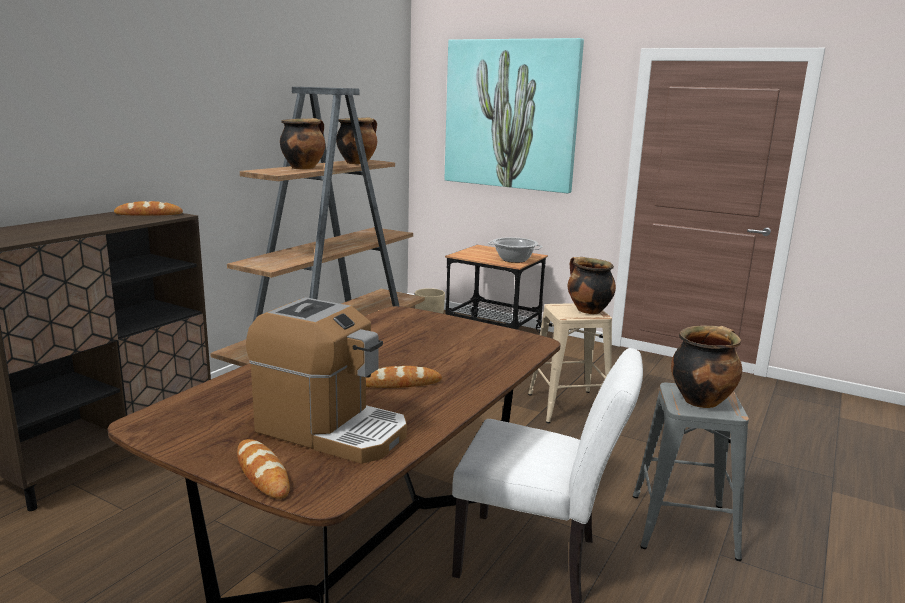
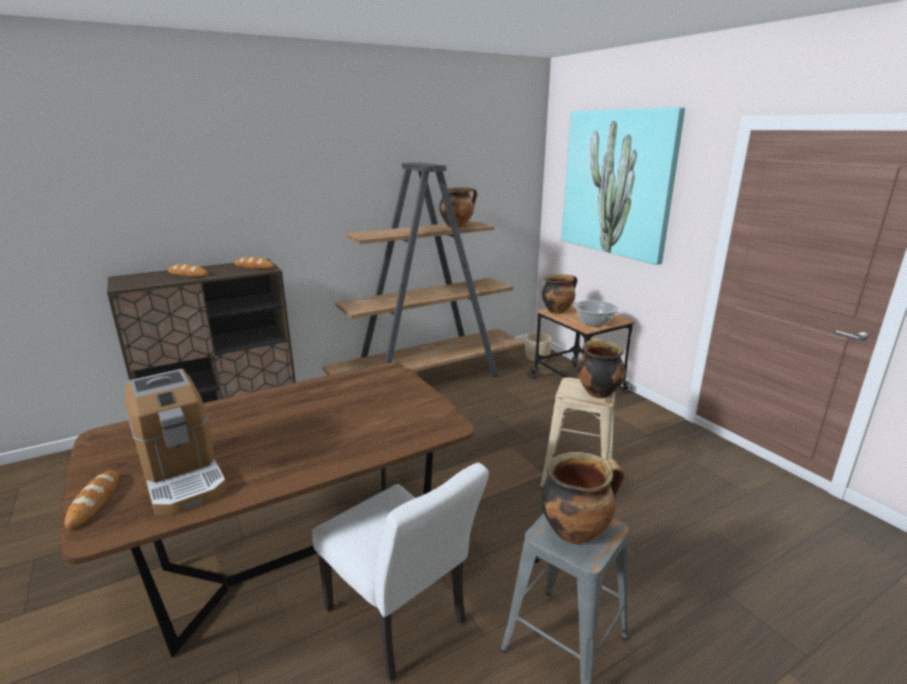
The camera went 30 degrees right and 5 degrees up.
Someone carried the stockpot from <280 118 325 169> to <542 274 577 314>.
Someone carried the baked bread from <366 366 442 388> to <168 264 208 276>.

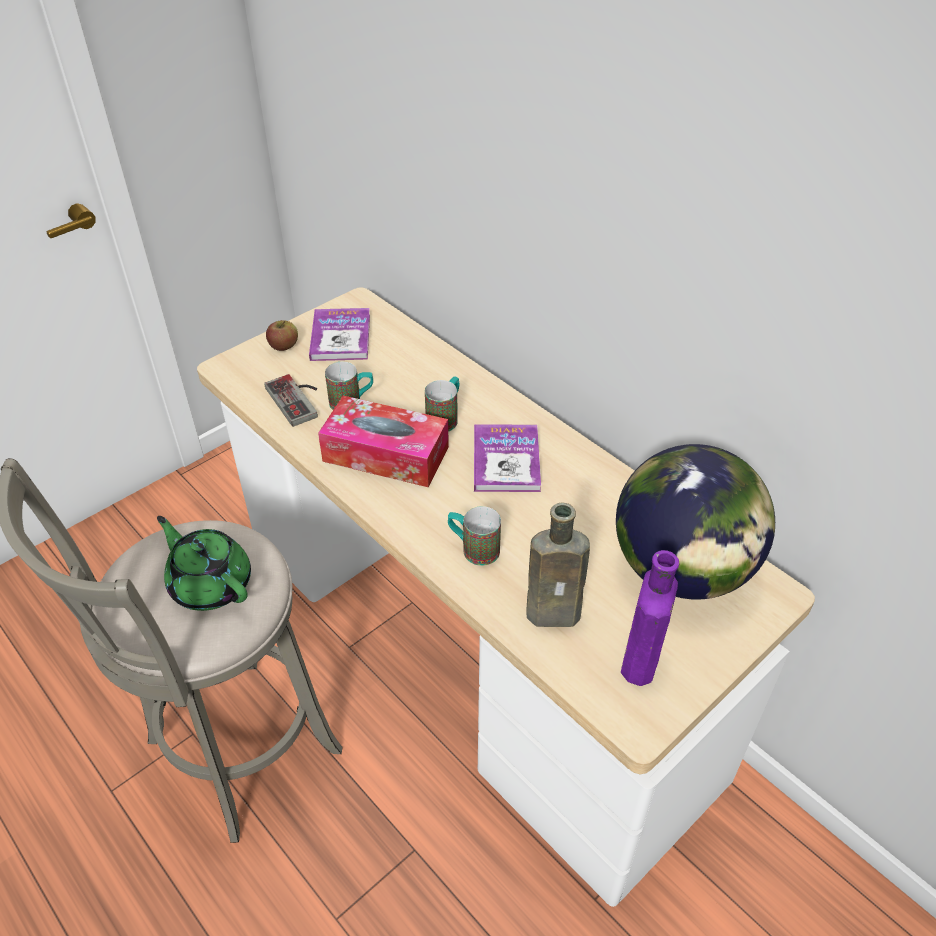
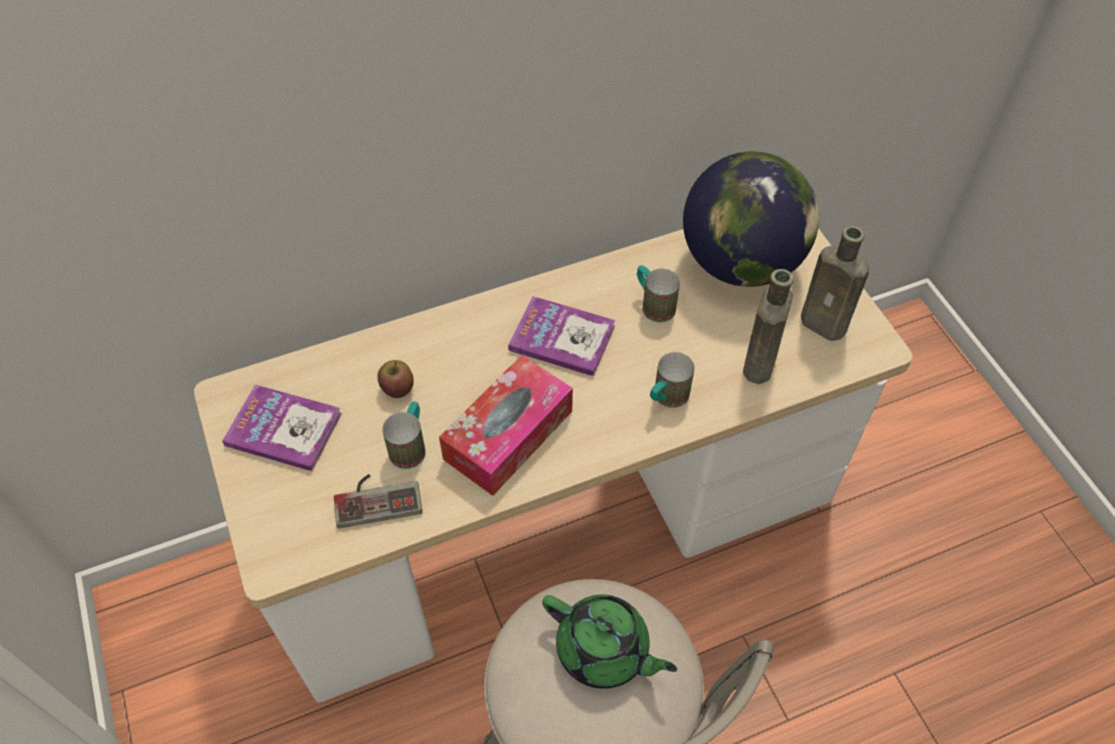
The camera went 70 degrees left and 10 degrees up.
Someone carried the whole apple from <266 320 298 351> to <377 360 414 398>.
Someone carried the coffee mug from <425 376 459 431> to <637 265 680 322>.
Someone rotated the pot for tea (green-coloured) at <157 516 251 611> by 120 degrees counterclockwise.
Someone repainted the drink bottle (purplish) at <621 550 679 690>, which became the drink bottle (brown-coloured) at <801 226 869 341>.

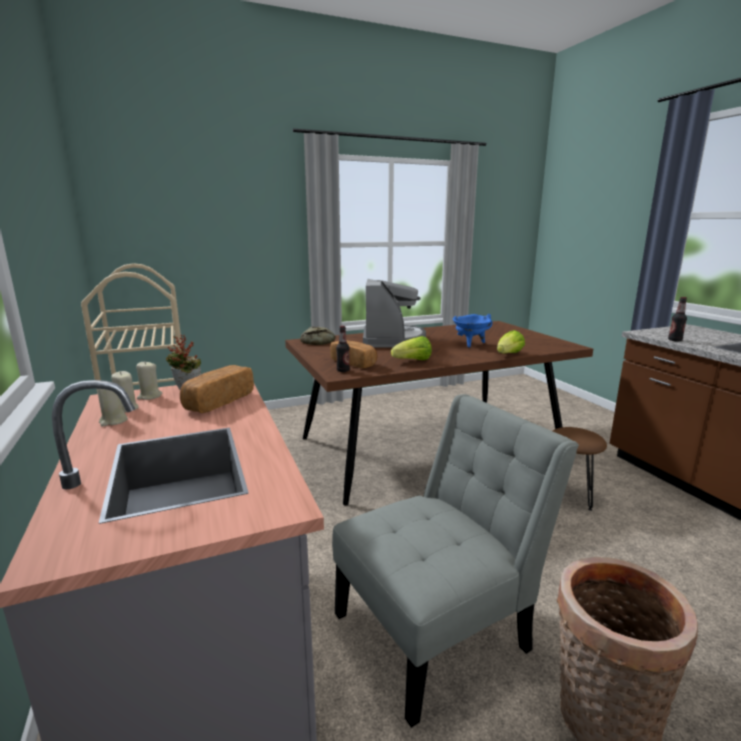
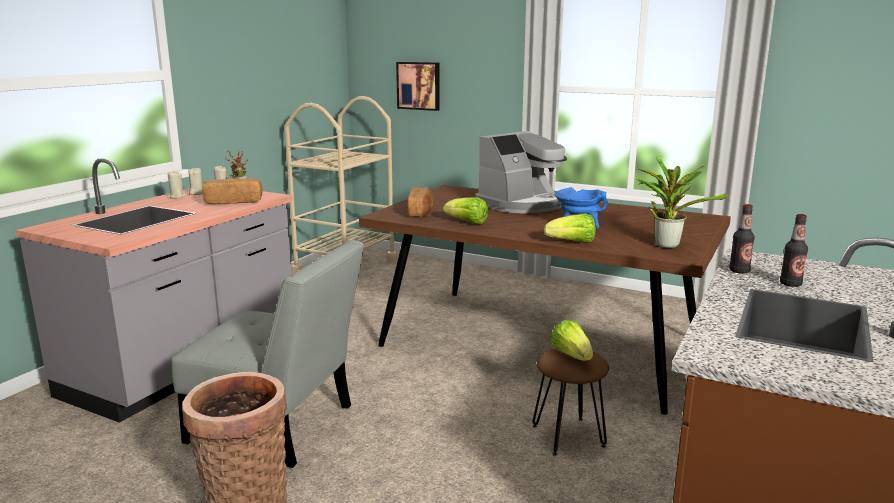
The camera went 50 degrees right and 0 degrees up.
Someone carried the drink bottle from <336 326 350 372> to <780 214 808 287>.
Someone took away the baked bread at <300 327 335 345>.
Someone put up the wall art at <396 62 440 111>.
Someone put down the plant in a pot at <636 156 728 248>.
Someone put down the head of lettuce at <551 320 593 361>.

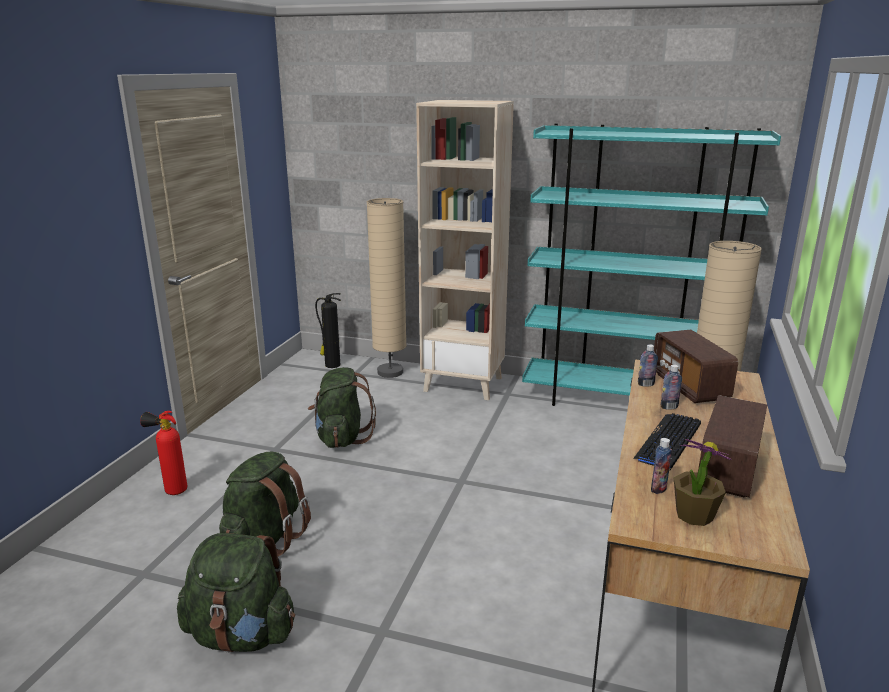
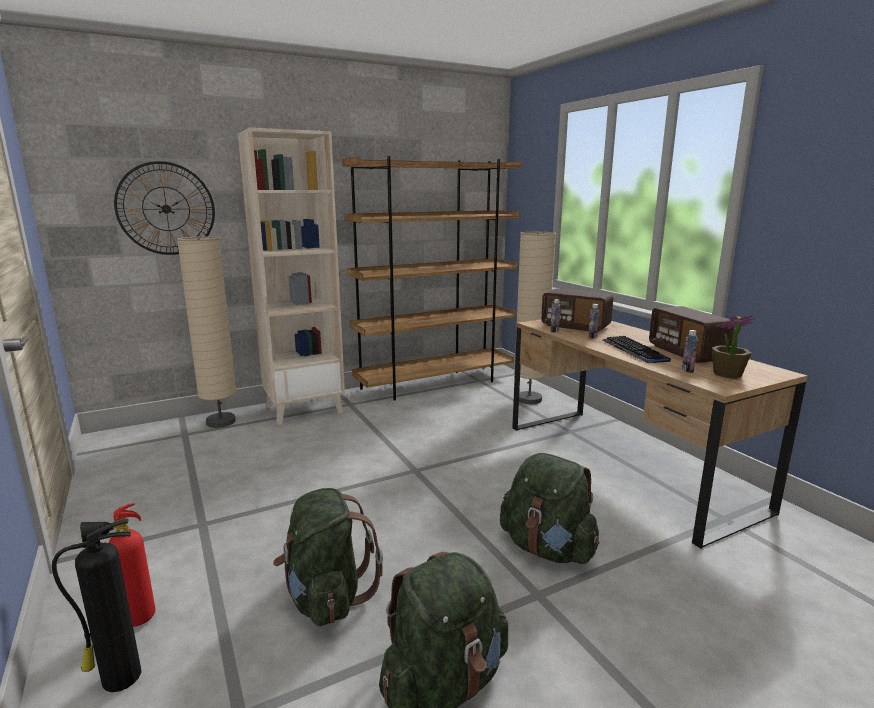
The camera went 45 degrees left and 5 degrees down.
Someone repainted the shelving unit (blue-green) at <522 123 781 406>, which became the shelving unit (brown-coloured) at <342 156 522 401>.
Someone carried the extinguisher from <315 293 341 368> to <52 519 141 692>.
Someone carried the backpack (green-coloured) from <308 367 376 448> to <500 453 600 564>.
Someone put up the hanging clock at <114 161 215 255>.

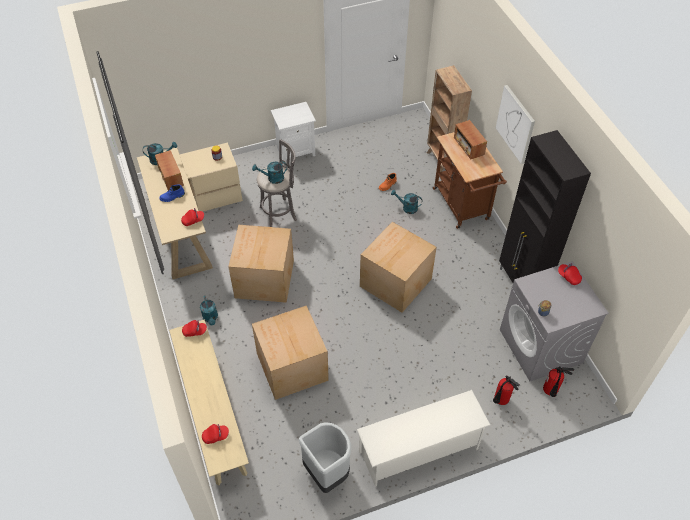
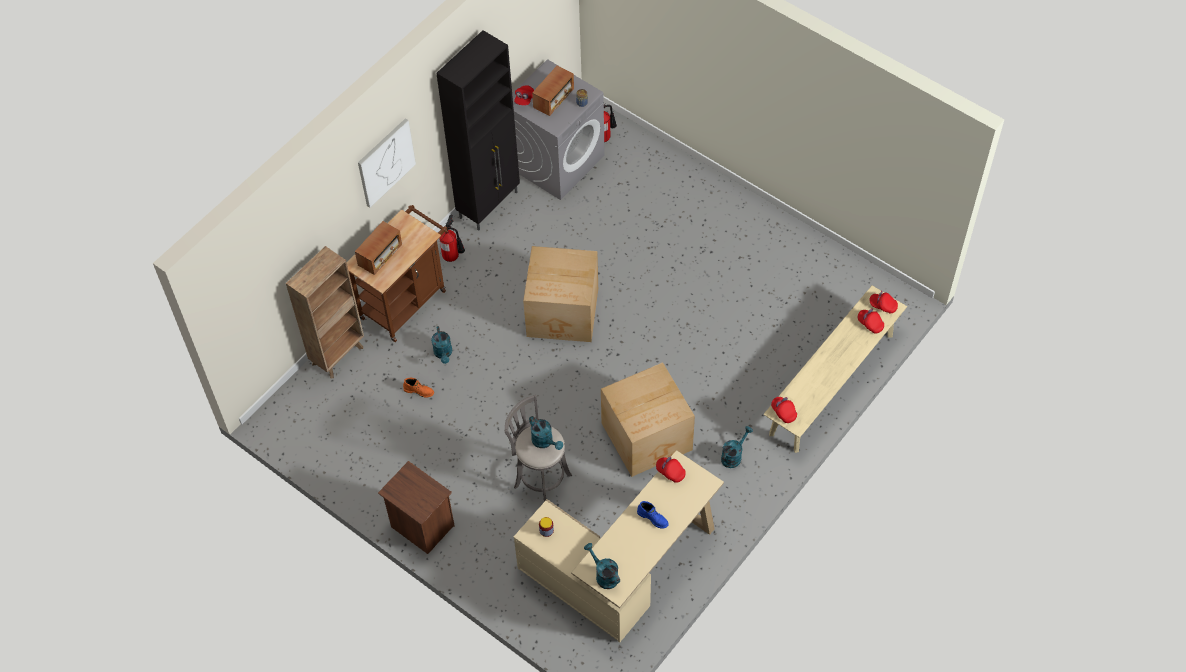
The camera went 120 degrees left and 5 degrees up.
Someone repainted the bedside table (white) at <271 102 316 162>, which became the bedside table (brown-coloured) at <378 461 455 554>.
Someone carried the radio receiver from <155 150 184 191> to <532 65 574 116>.
Someone took away the cardboard box at <252 305 329 400>.
Someone carried the extinguisher from <493 375 520 405> to <439 214 465 262>.
Someone took away the shoe shelf (white) at <357 390 490 487>.
Someone took away the waste bin (grey) at <299 422 352 493>.
Someone put down the baseball cap (red) at <869 291 898 314>.

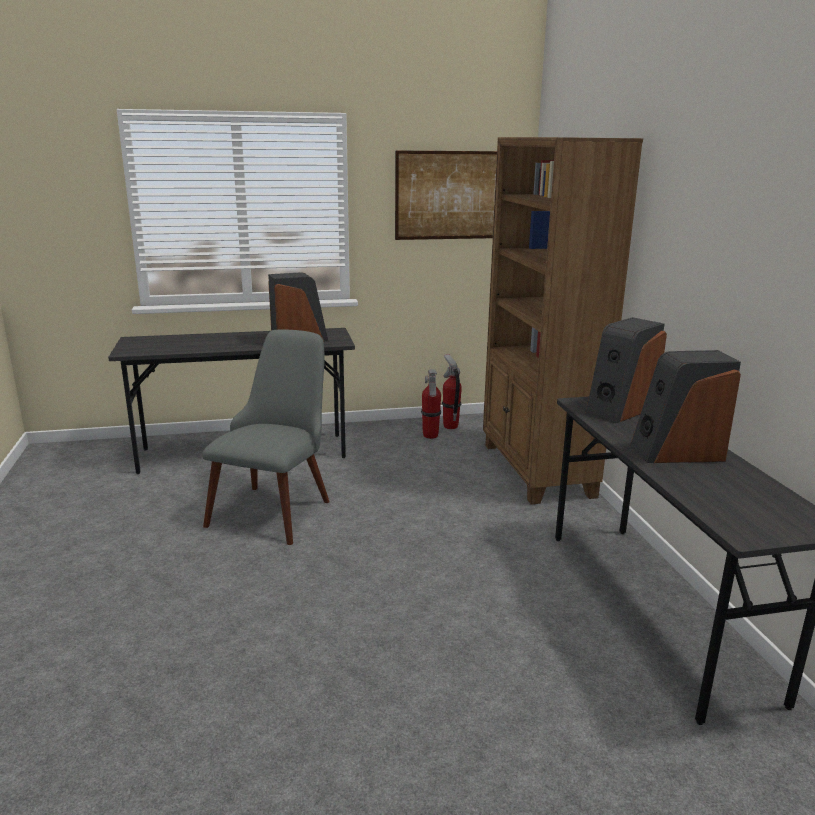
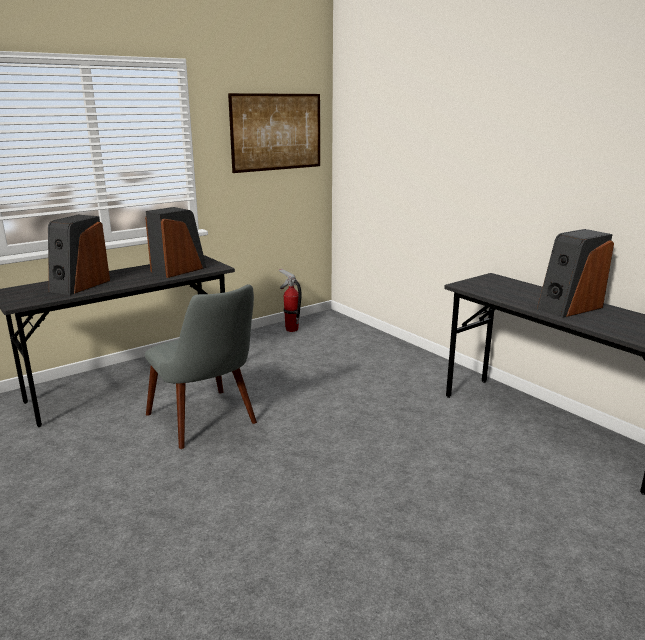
The camera went 25 degrees left and 0 degrees up.
Someone took away the shelving unit (brown-coloured) at <483 137 643 505>.
Someone carried the loudspeaker from <585 317 667 424> to <48 215 110 295>.
Someone rotated the upright chair (grey) at <202 330 330 545> by 150 degrees clockwise.
Someone took away the extinguisher at <421 369 441 439>.

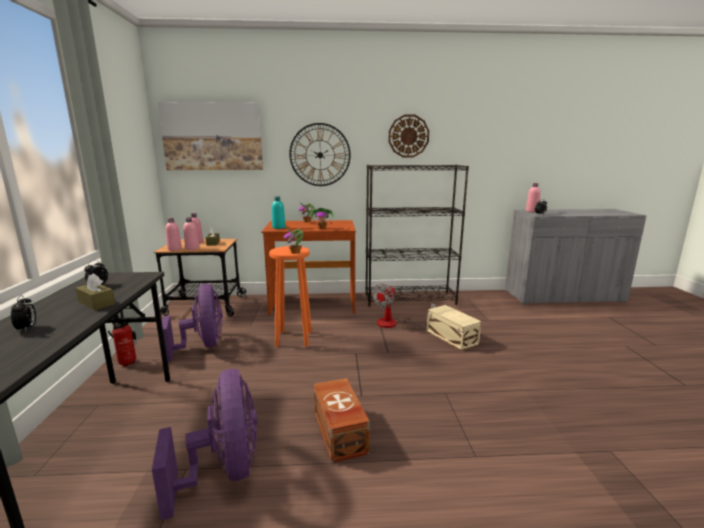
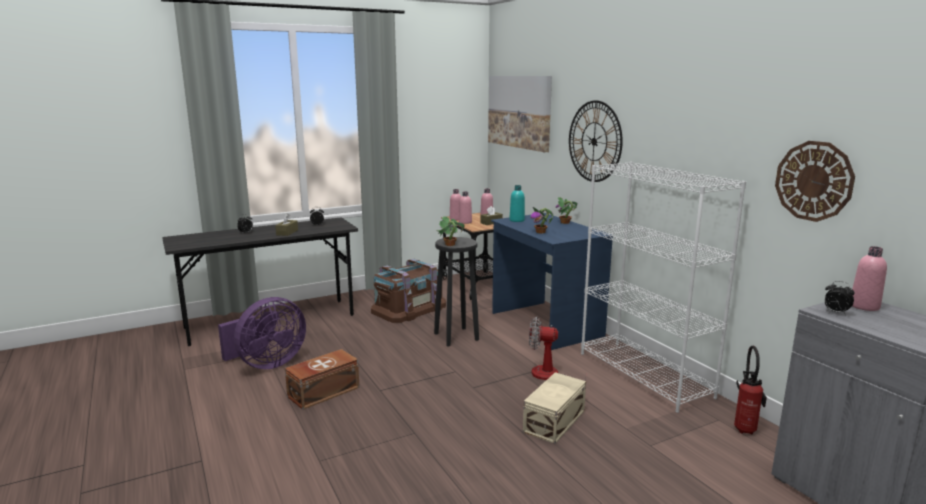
The camera went 65 degrees right and 0 degrees up.
Someone carried the hanging clock from <388 115 429 157> to <775 141 855 222>.
Someone repainted the shelving unit (blackish) at <365 165 469 307>, which became the shelving unit (white) at <581 162 746 413>.
Someone repainted the desk table (brown-coloured) at <261 220 356 315>, which became the desk table (bluish) at <491 213 613 350>.
Someone repainted the stool seat (orange-coloured) at <269 246 312 347>, which became the stool seat (blackish) at <434 237 479 346>.
Someone swapped the fan (purplish) at <162 284 223 362> for the storage box (brown-coloured) at <371 259 446 323>.
Someone carried the extinguisher from <108 311 136 367> to <734 346 767 435>.

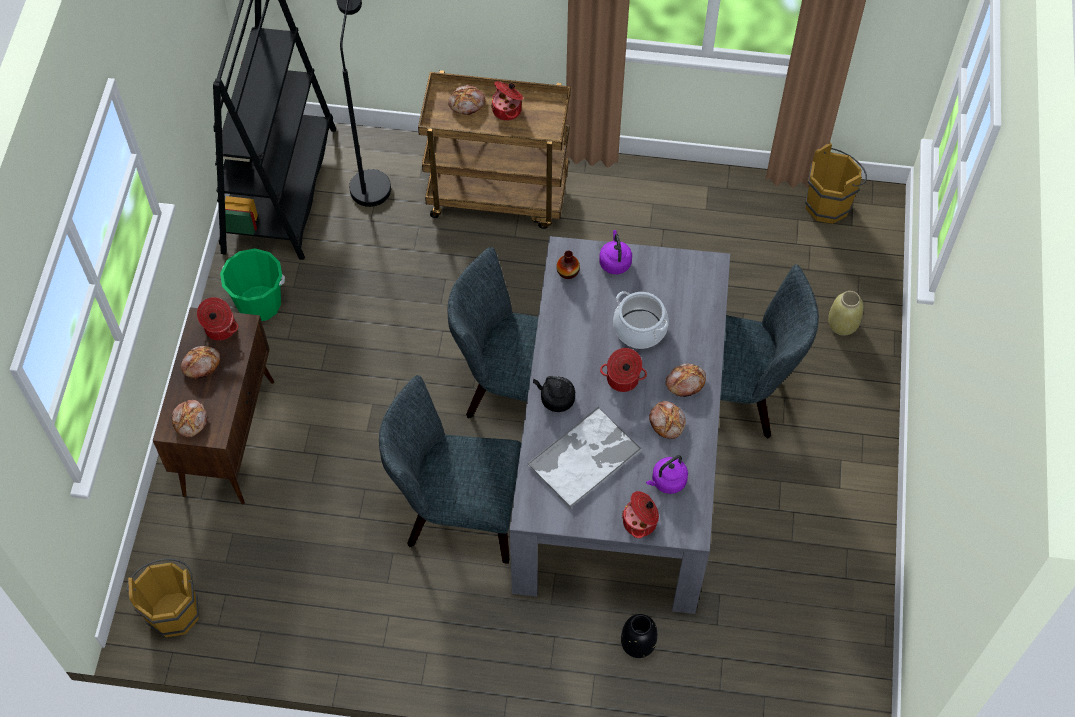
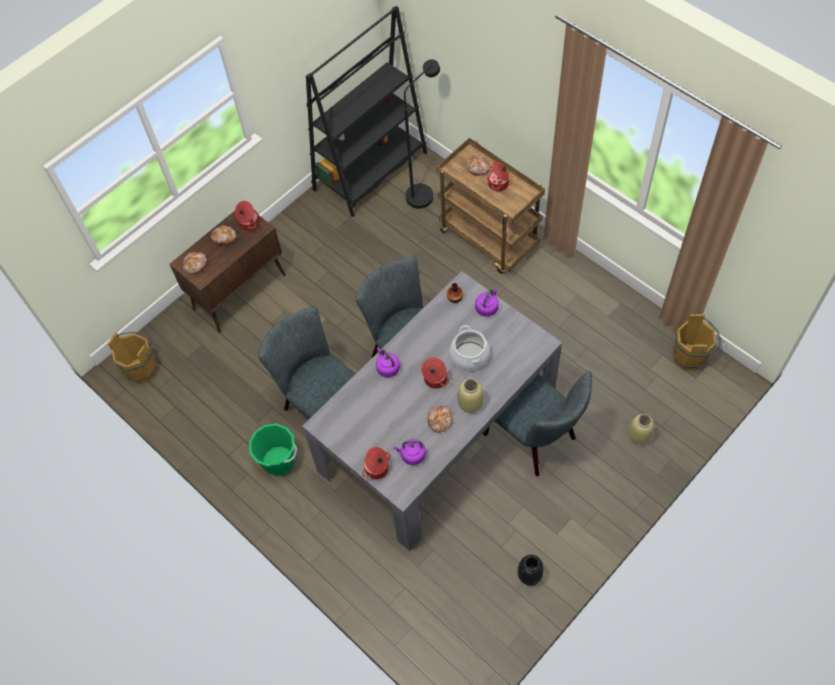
The camera went 40 degrees right and 0 degrees up.
Someone carried the water bucket (green-coloured) from <220 248 285 321> to <249 423 297 476>.
Someone swapped the baked bread at <665 364 706 397> for the vase (sand-coloured) at <457 378 484 413>.
Someone repainted the water kettle (blackish) at <533 376 575 412>, which became the water kettle (purplish) at <376 347 400 377>.
Someone took away the tray at <527 406 642 509>.
Someone carried the vase (blackish) from <621 614 657 658> to <518 555 544 586>.

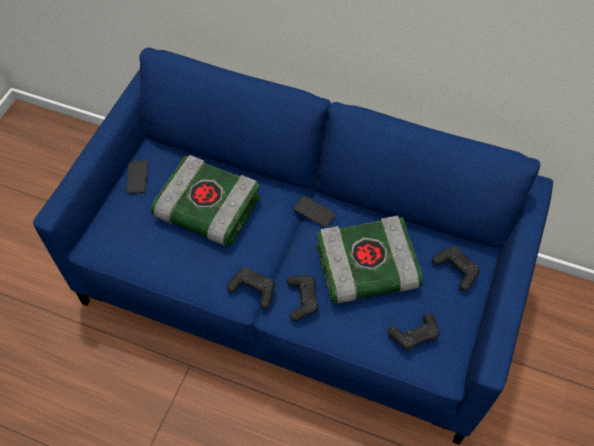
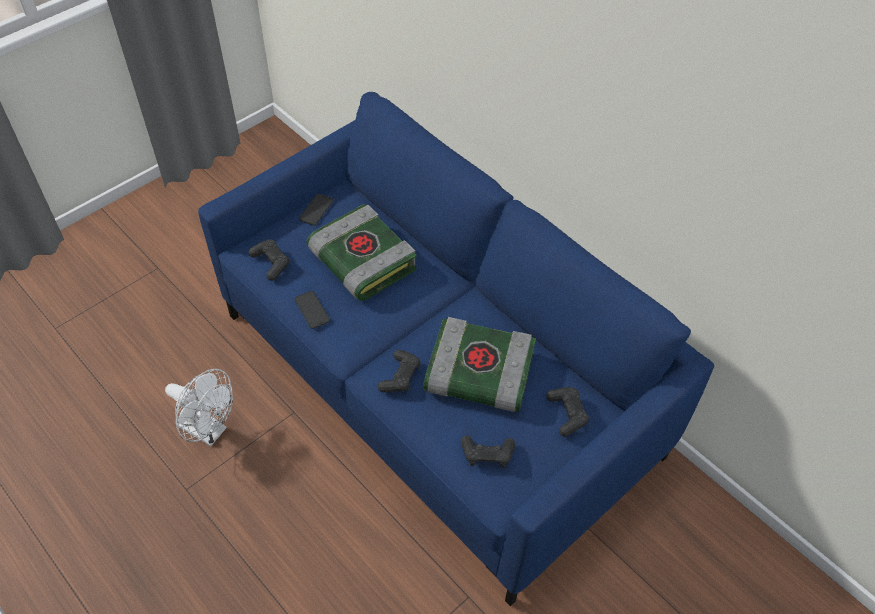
The camera went 25 degrees right and 5 degrees down.
Someone carried the handset from <293 196 336 228> to <295 291 330 329>.
Someone carried the joypad (blackish) from <227 267 275 309> to <249 239 290 281>.
Someone put down the fan (white) at <165 369 233 446>.

